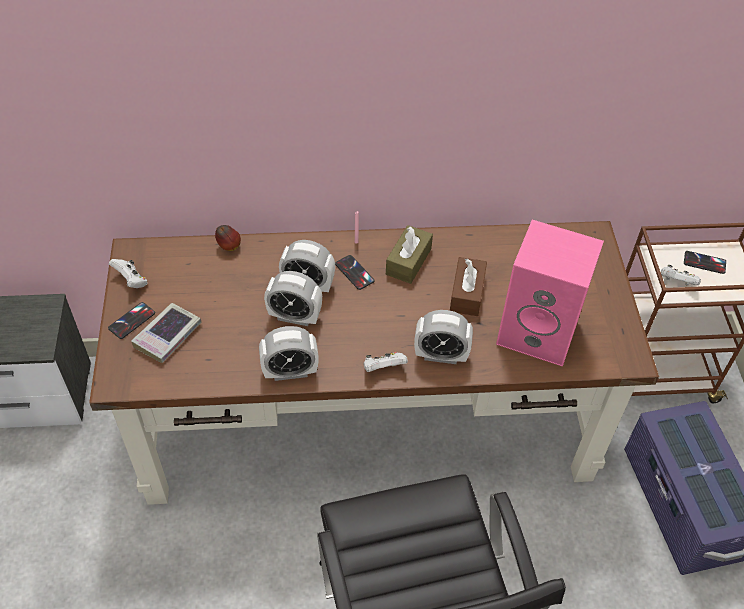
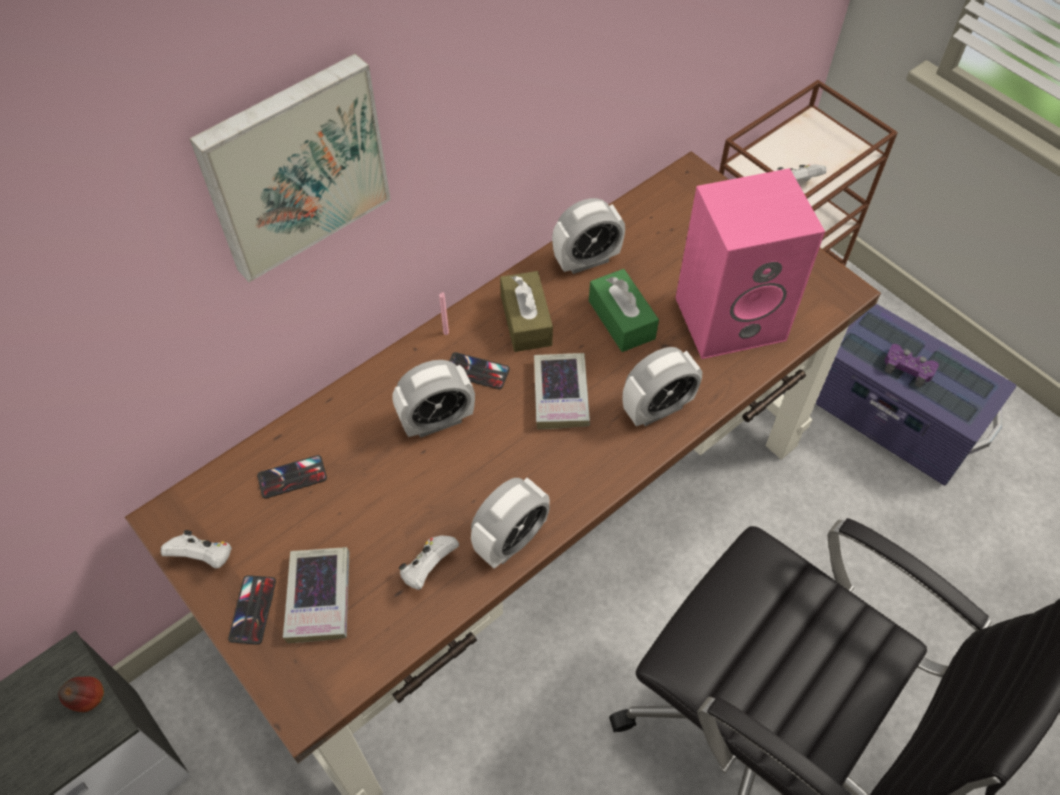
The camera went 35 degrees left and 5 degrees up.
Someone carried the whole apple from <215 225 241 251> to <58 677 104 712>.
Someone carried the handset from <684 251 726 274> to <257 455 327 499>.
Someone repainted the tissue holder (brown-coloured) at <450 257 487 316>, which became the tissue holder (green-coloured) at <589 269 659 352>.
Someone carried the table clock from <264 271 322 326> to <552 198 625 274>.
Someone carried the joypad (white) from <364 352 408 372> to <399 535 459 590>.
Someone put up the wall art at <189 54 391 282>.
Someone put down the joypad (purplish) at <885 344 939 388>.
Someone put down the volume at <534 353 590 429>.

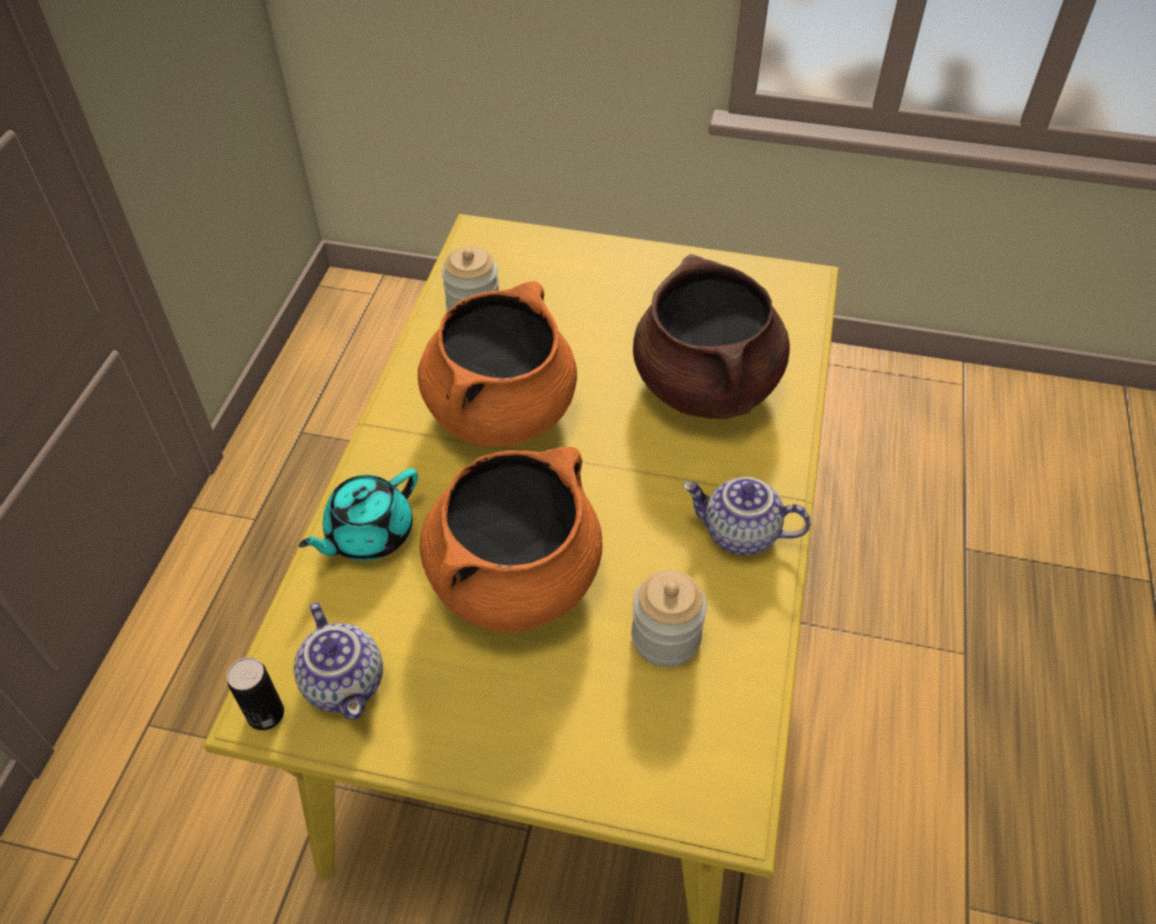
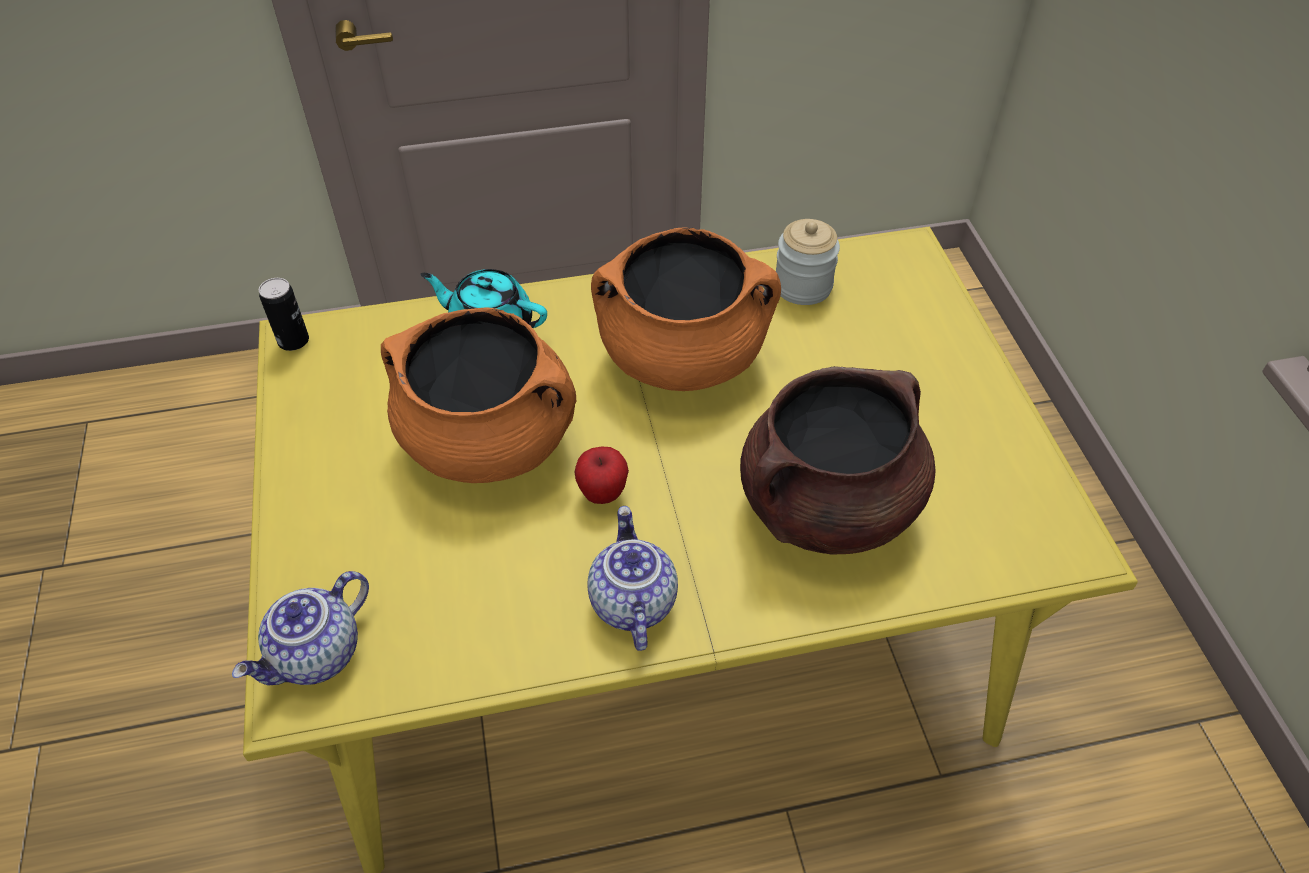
The camera went 65 degrees right and 0 degrees up.
Someone took away the jar at <631 570 707 667>.
Someone carried the pot for tea from <294 602 383 720> to <232 571 369 686>.
Someone put down the whole apple at <574 446 629 504>.

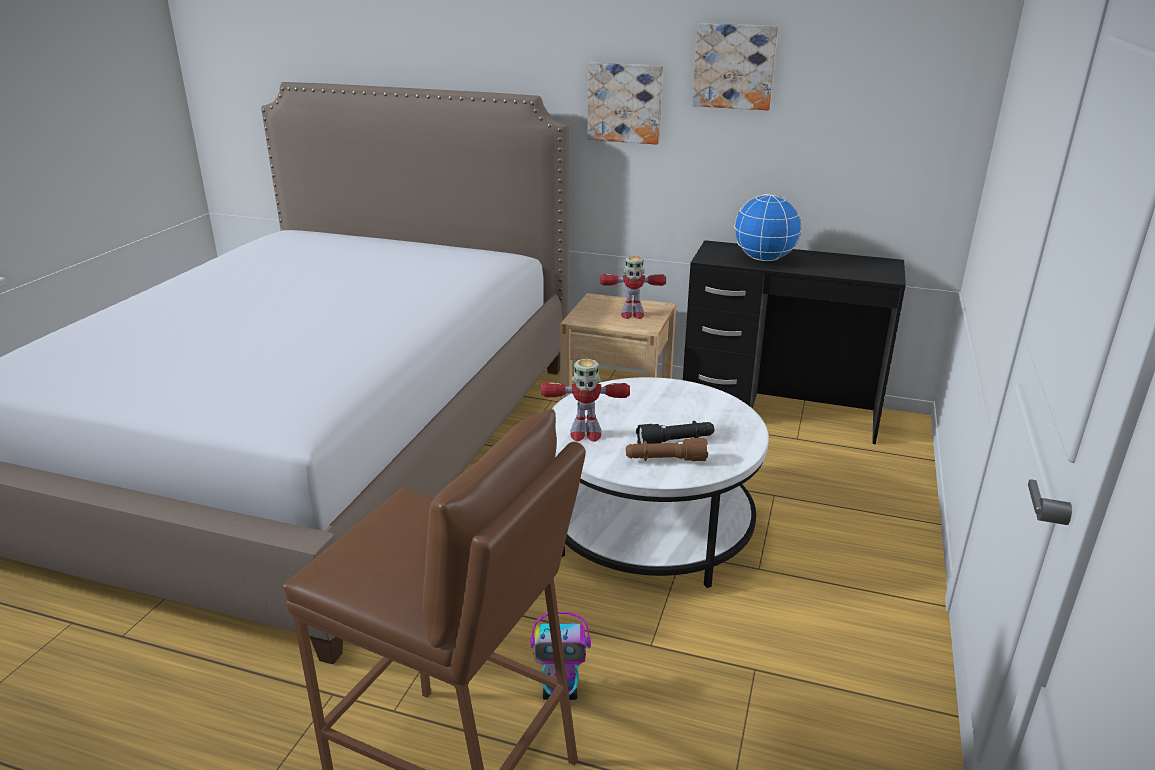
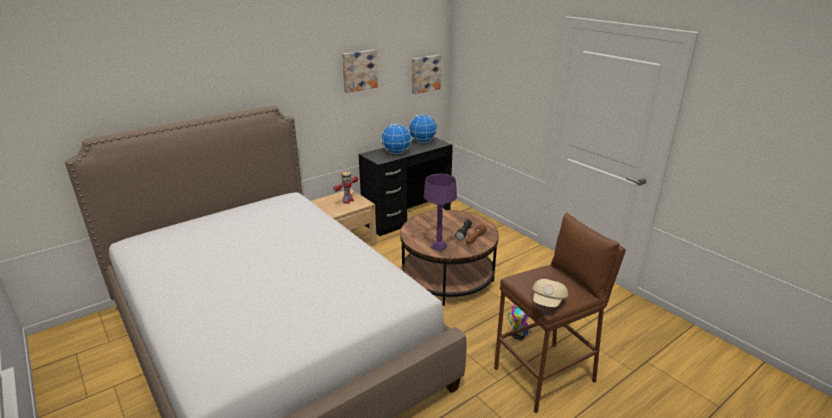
The camera went 55 degrees left and 0 degrees up.
Someone carried the wall art from <587 63 663 145> to <412 55 441 94>.
Someone swapped the robot figure at <541 359 630 442> for the lamp for a table (purplish) at <424 174 457 252>.
Someone repainted the coffee table (white) at <552 377 769 588>, which became the coffee table (brown-coloured) at <400 210 499 306>.
Someone put down the globe at <408 114 437 143>.
Someone put down the baseball cap (sand-coloured) at <533 279 568 307>.

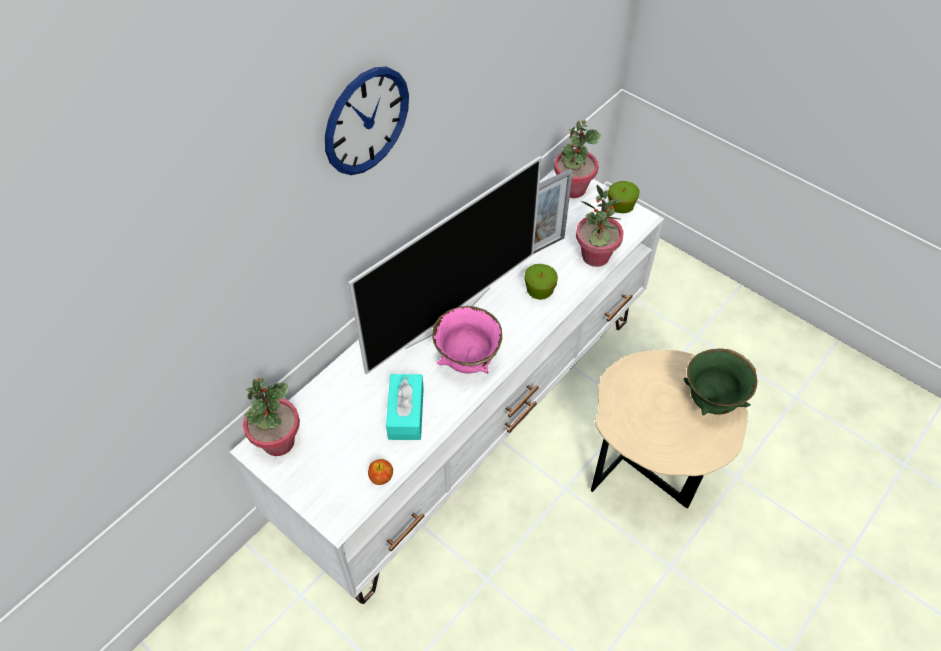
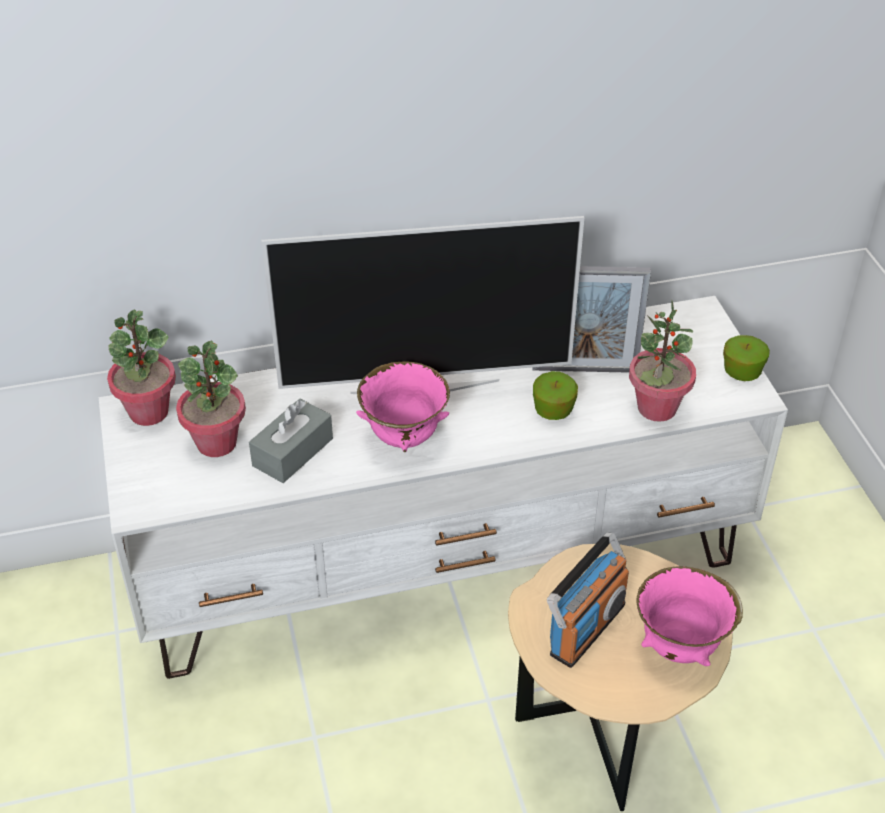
The camera went 35 degrees right and 10 degrees down.
Someone took away the hanging clock at <325 67 409 175>.
Someone carried the plant in a pot from <554 120 601 198> to <176 340 246 457>.
Someone repainted the deep dish (green-coloured) at <684 348 758 415>, which became the deep dish (pink-coloured) at <637 566 743 666>.
Someone repainted the tissue holder (blue-green) at <386 374 424 440>, which became the tissue holder (grey) at <249 399 333 483>.
Someone took away the whole apple at <368 459 393 485>.
Someone put down the radio receiver at <547 532 629 668>.

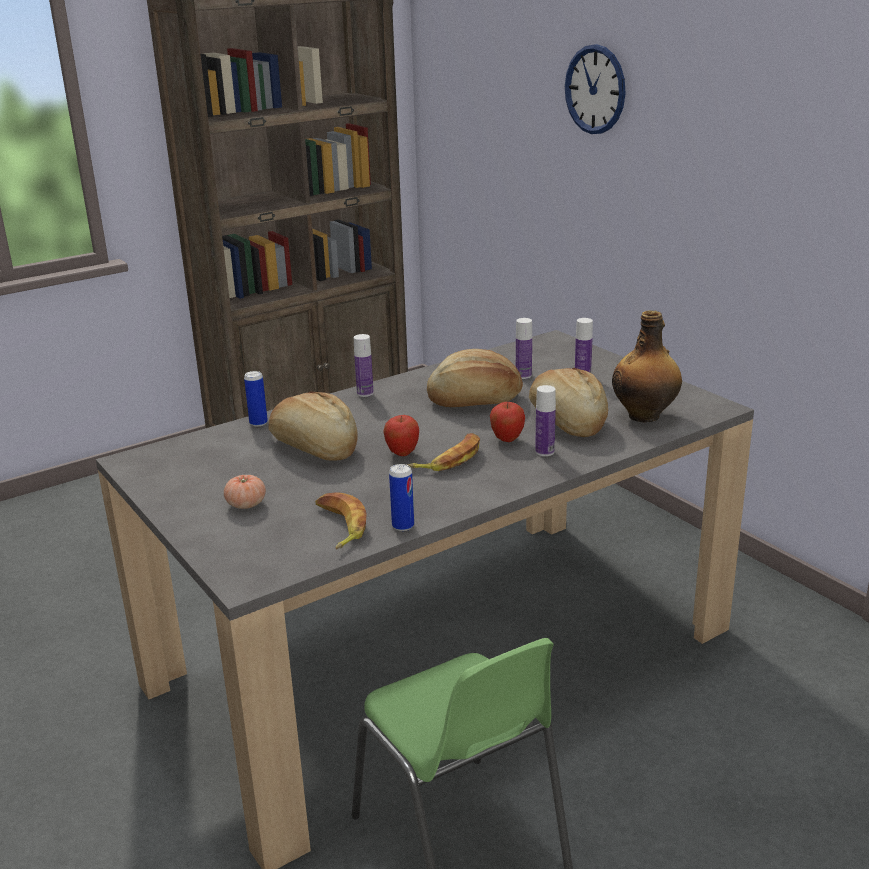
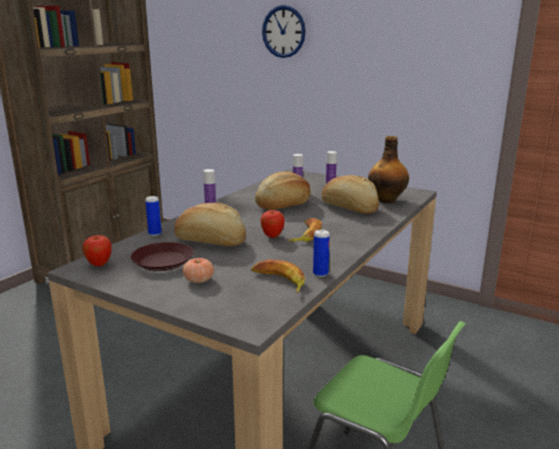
The camera went 25 degrees left and 5 degrees down.
Someone took away the drink bottle at <535 385 556 456>.
Someone carried the whole apple from <490 402 525 442> to <82 235 112 266>.
Someone put down the plate (brown-coloured) at <131 242 194 271>.

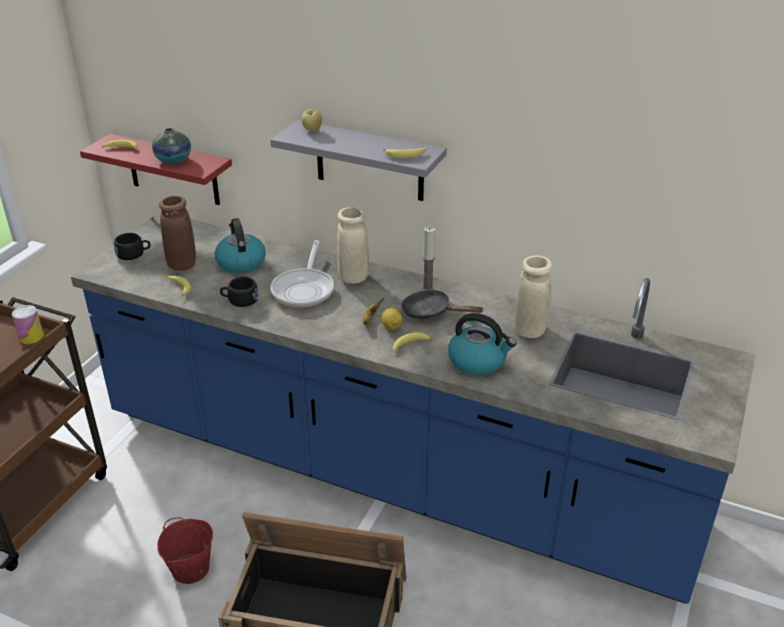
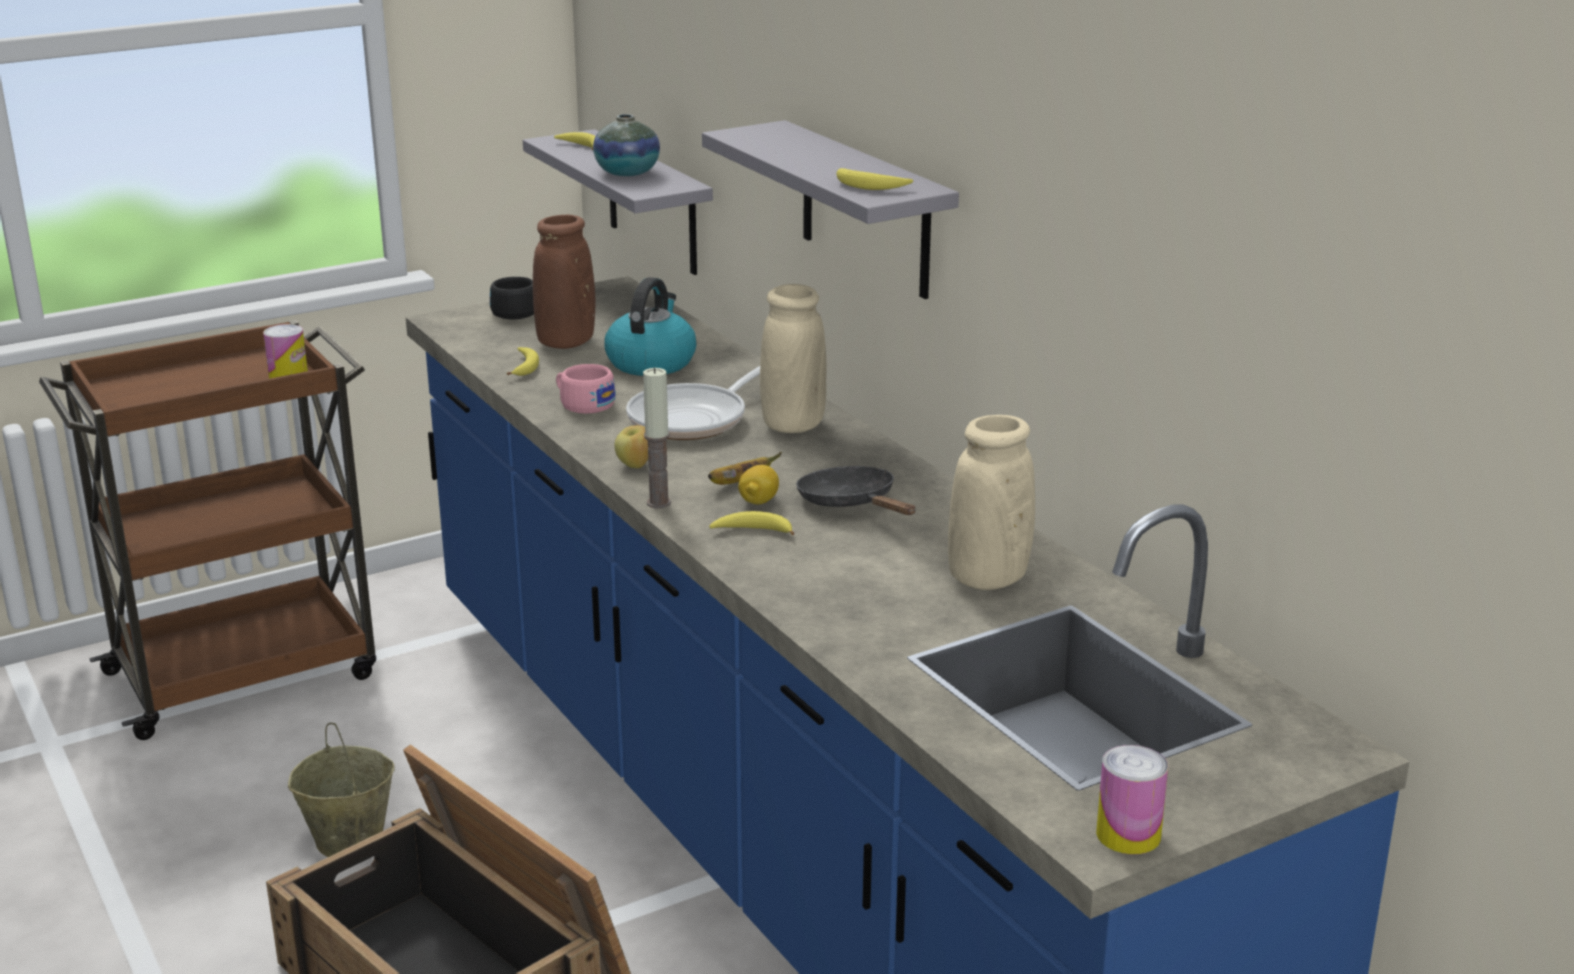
The camera went 35 degrees right and 10 degrees down.
Someone carried the whole apple from <302 109 322 132> to <615 425 648 468>.
Someone repainted the shelf (red) at <80 134 232 205>, which became the shelf (grey) at <523 129 713 275>.
Someone carried the wax light from <422 226 435 290> to <643 368 671 508>.
Someone repainted the cup (blackish) at <220 277 259 307>, which became the cup (pink-coloured) at <556 364 616 414>.
Someone took away the water kettle at <448 313 516 375>.
Someone repainted the water bucket (red) at <157 517 213 584>, which became the water bucket (sand-coloured) at <288 722 395 857>.
Someone put down the can at <1096 745 1168 854>.

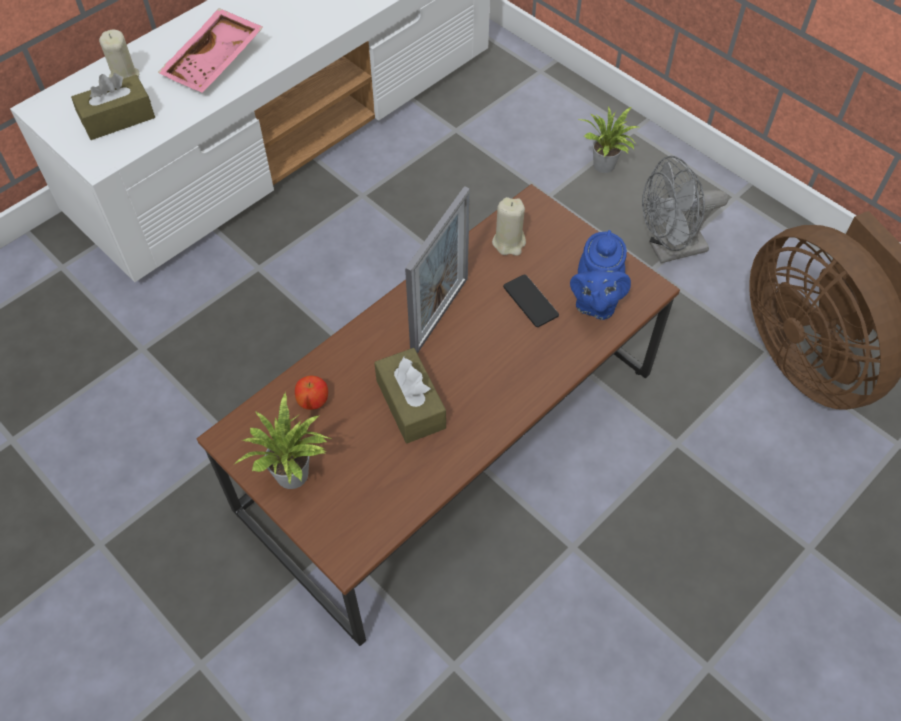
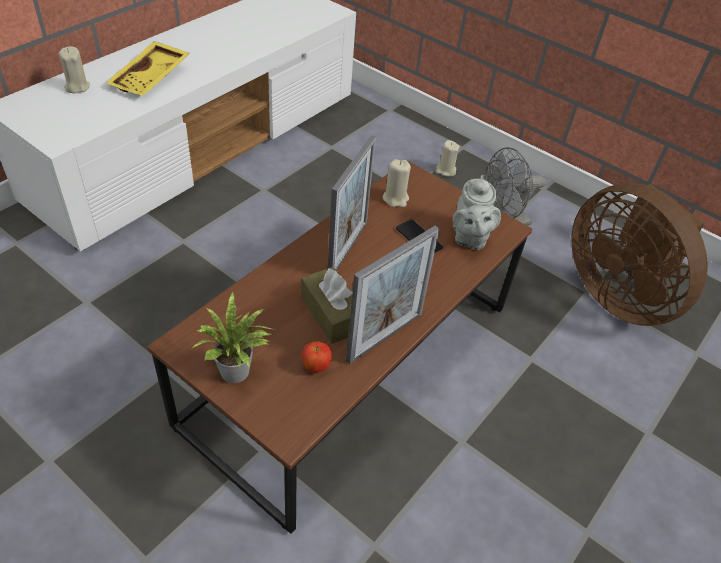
The camera went 10 degrees left and 10 degrees down.
Someone repainted the tray (pink-coloured) at <158 8 263 93>, which became the tray (yellow-coloured) at <106 41 190 96>.
Someone took away the tissue holder (brown-coloured) at <71 73 155 140>.
Someone swapped the plant in a pot at <577 106 638 173> for the wax light (sand-coloured) at <436 140 460 177>.
Someone repainted the pot for tea (bluish) at <570 230 631 320>, which became the pot for tea (grey) at <453 175 501 250>.
Someone carried the whole apple from <295 376 328 410> to <302 341 332 372>.
Someone put down the picture frame at <346 225 440 364>.

